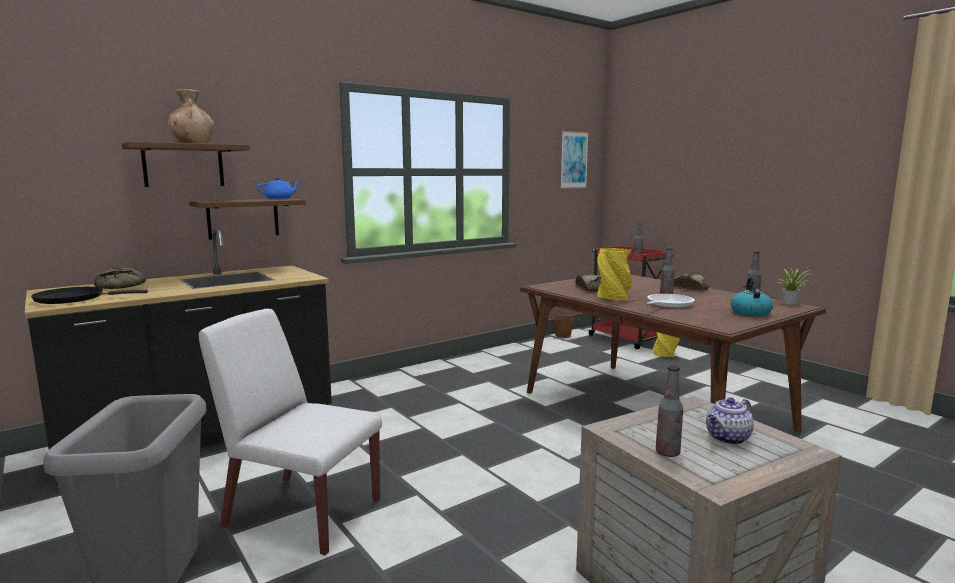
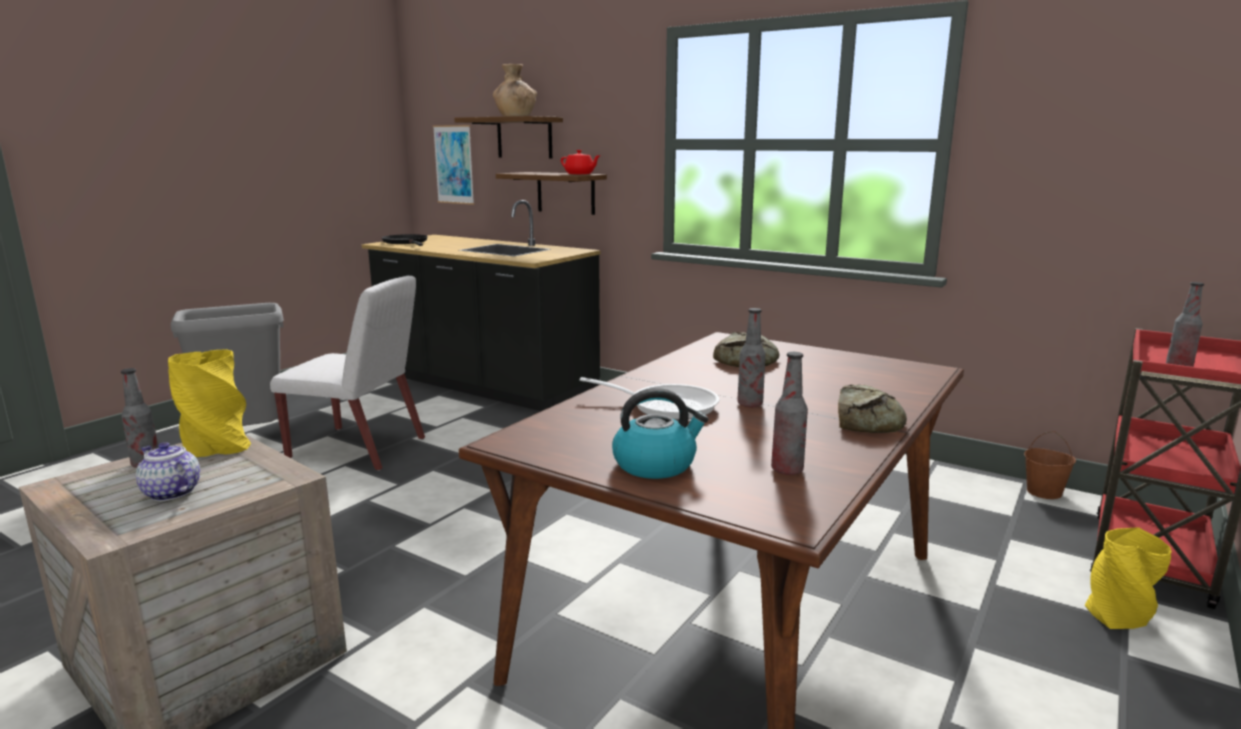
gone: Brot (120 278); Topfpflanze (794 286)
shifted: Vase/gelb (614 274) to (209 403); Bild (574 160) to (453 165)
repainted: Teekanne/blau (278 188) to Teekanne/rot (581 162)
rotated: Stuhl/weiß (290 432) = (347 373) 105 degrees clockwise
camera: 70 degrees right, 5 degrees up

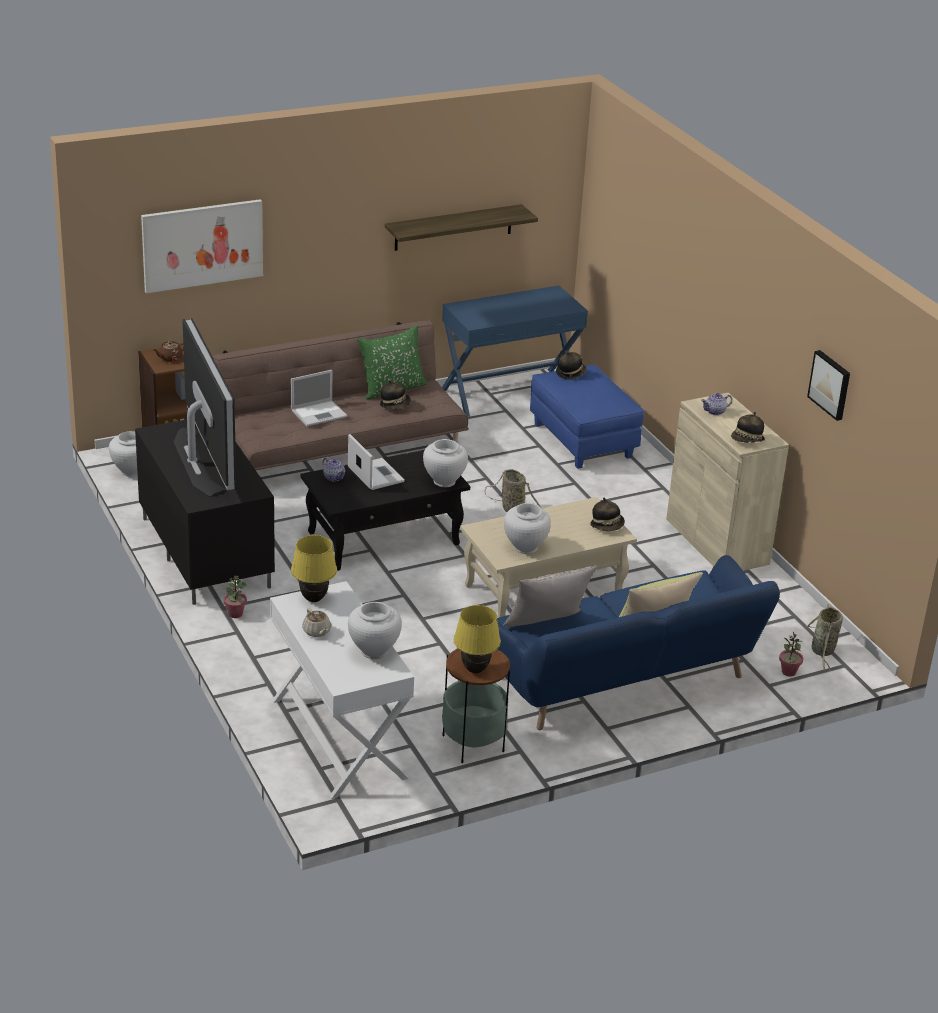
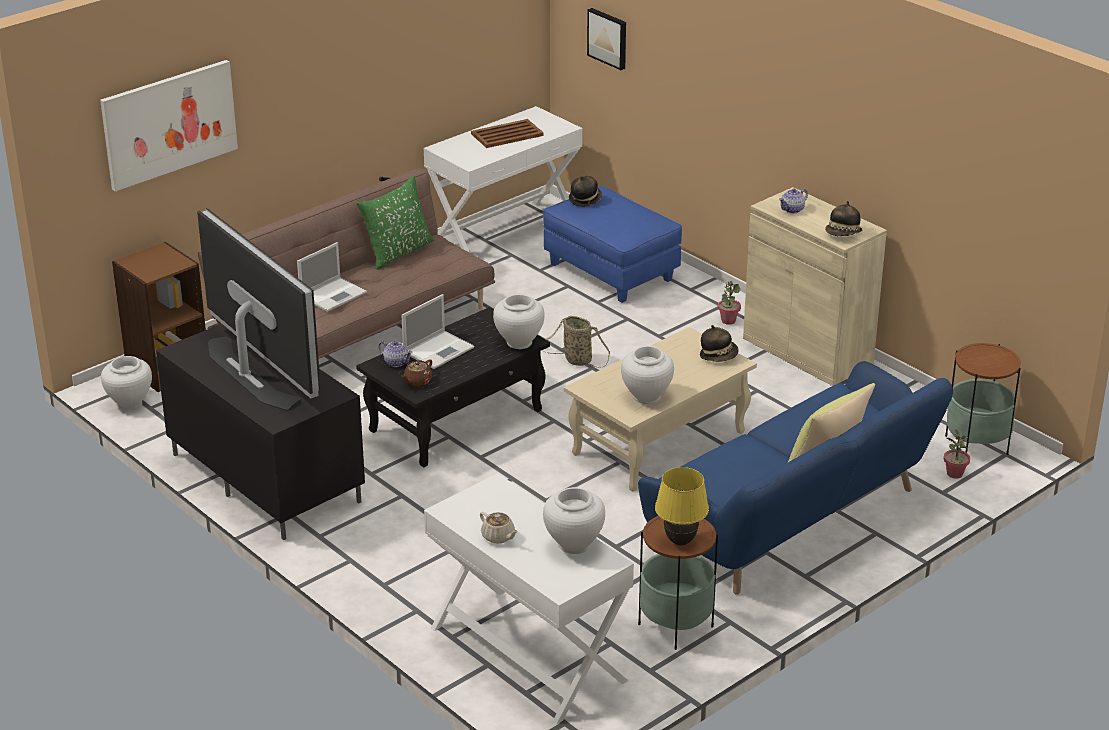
gone: Tischlampe/gelb (314 568); Hut (395 394); Wandregal (461 227); Kissen/grau (550 596)
new: Tablett/braun (507 133)
shifted: Teekanne/braun (168 351) to (417 372); Bild (828 385) to (606 39); Topfpflanze (235 596) to (729 303)
swapped: Korb (824 638) to Beistelltisch (983 399)
repainted: Konsolentisch/blau (515 351) to Konsolentisch/weiß (502 179)
rotated: Laptop (376 462) = (437 331) 90 degrees clockwise
camera: 15 degrees left, 0 degrees up

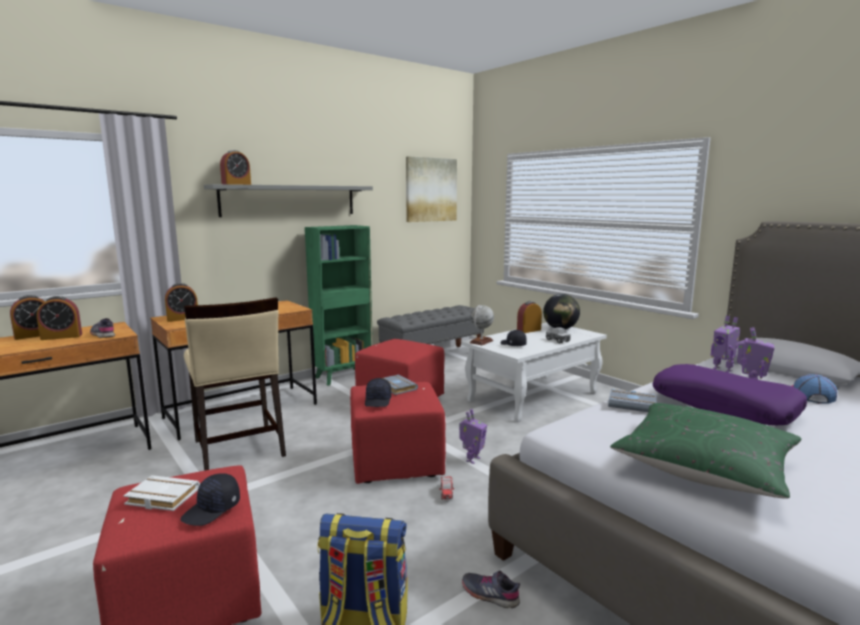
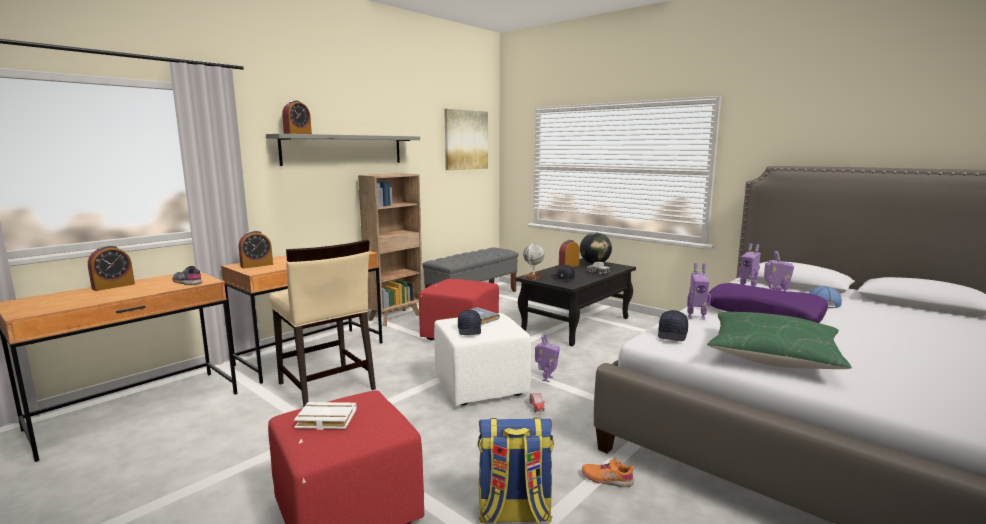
gone: Wecker (59 318)
shifted: Kappe/schwarz (210 499) to (673 325)
swapped: Buch/grau (632 400) to Spielzeugroboter (699 291)
repainted: Bücherregal/grün (339 305) to Bücherregal/braun (390 249); Polsterhocker/rot (398 433) to Polsterhocker/weiß (482 359); Couchtisch/weiß (534 372) to Couchtisch/schwarz (575 302); Schuh/grau (491 589) to Schuh/orange (608 472)
camera: 10 degrees left, 0 degrees up

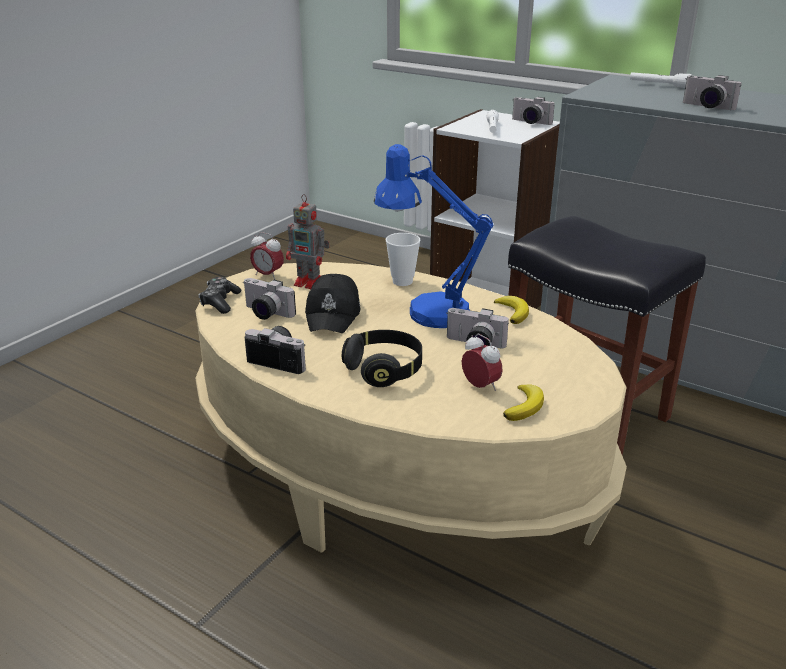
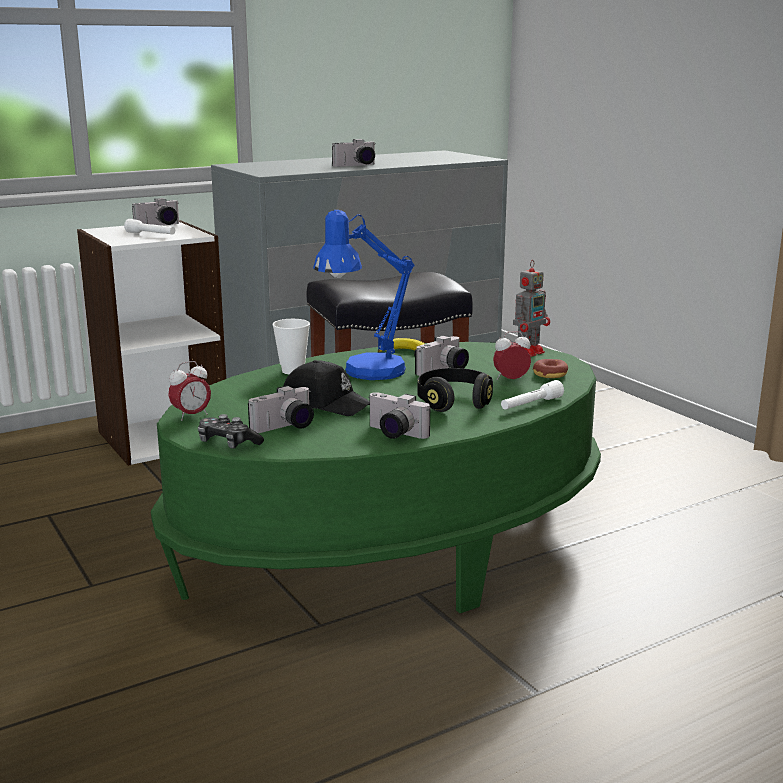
shifted: Taschenlampe/weiß (661 80) to (532 395); Spielzeugroboter (307 241) to (531 308)
swapped: Banane (523 402) to Donut (550 368)
repainted: Couchtisch/beige (411 407) to Couchtisch/grün (376 477)
rotated: Kamera (275 350) = (399 415) 105 degrees counterclockwise
camera: 65 degrees left, 10 degrees down

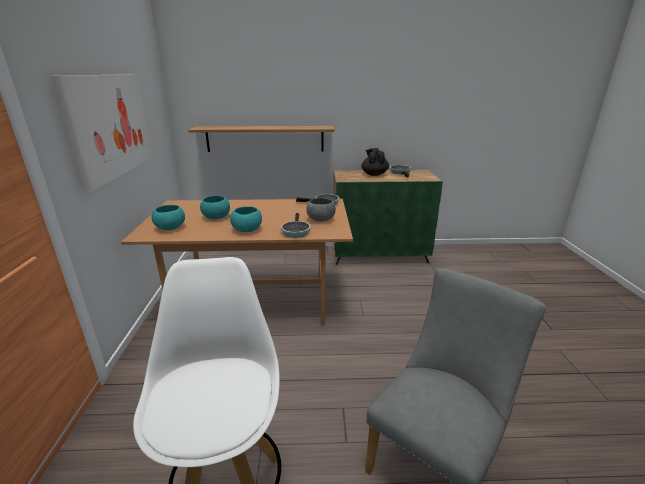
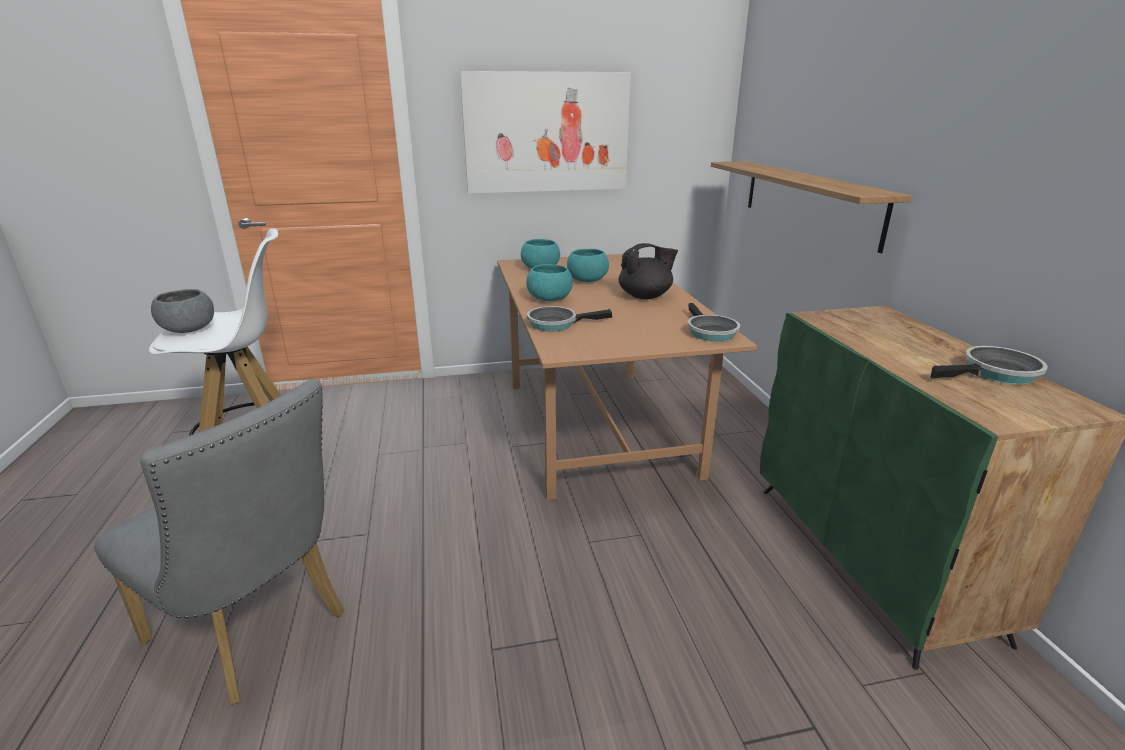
shifted: Schüssel/grau (321 210) to (182 311); Teekanne/schwarz (375 162) to (648 271)
camera: 80 degrees right, 0 degrees up

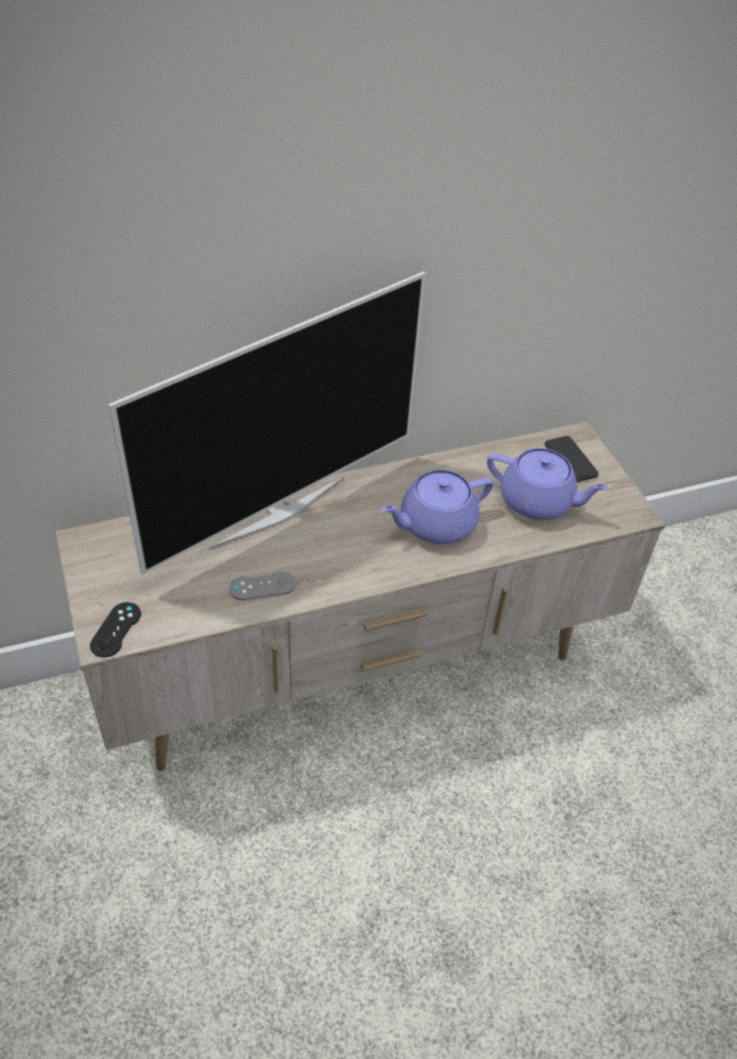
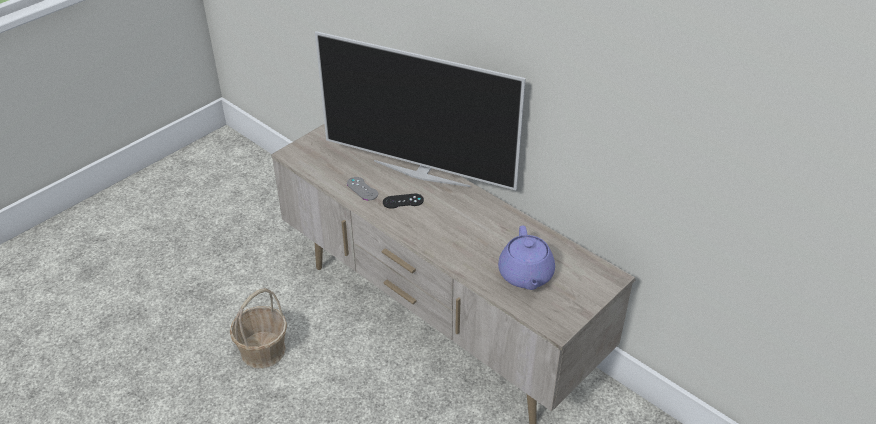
gone: Teekanne/lila (437 507); Handy (571 459)
new: Korb (258 328)
shifted: Gamepad/schwarz (115 629) to (403 201)
camera: 65 degrees right, 5 degrees down

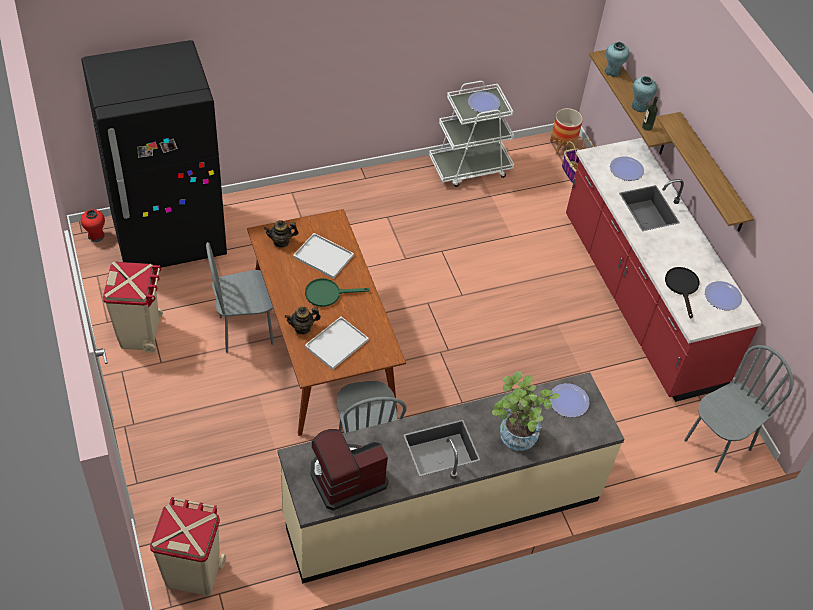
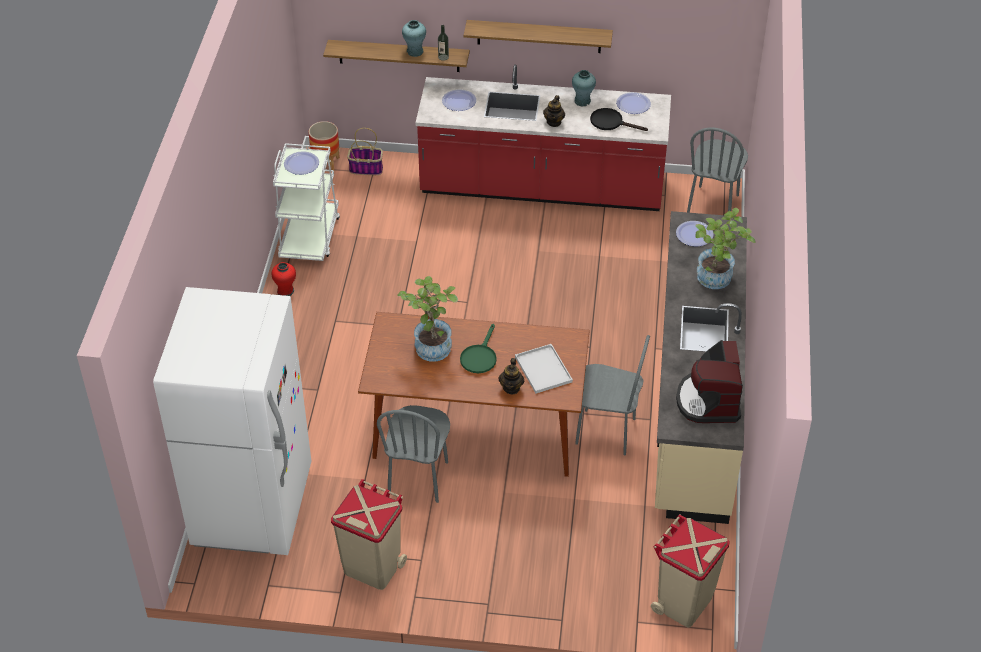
shifted: Vase/rot (93 225) to (284 279); Teekanne (281 234) to (554 111); Vase/türkis (617 59) to (584 88)
swapped: Tablett/weiß (323 256) to Topfpflanze (427 318)
repainted: Kühlschrank/schwarz (154 154) to Kühlschrank/weiß (232 421)
rotated: Stuhl/grau (738 409) = (717 170) 150 degrees counterclockwise
camera: 60 degrees left, 5 degrees down

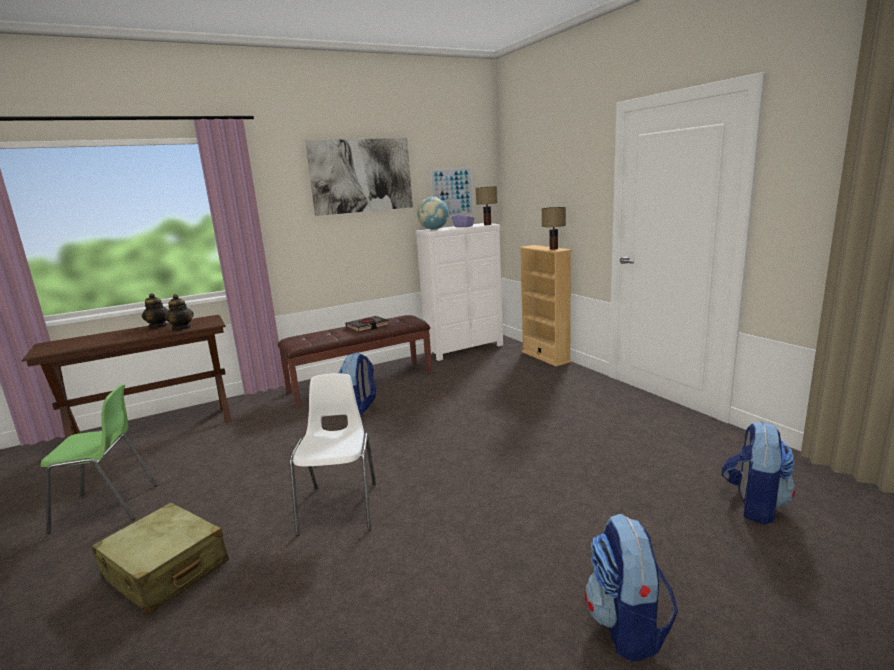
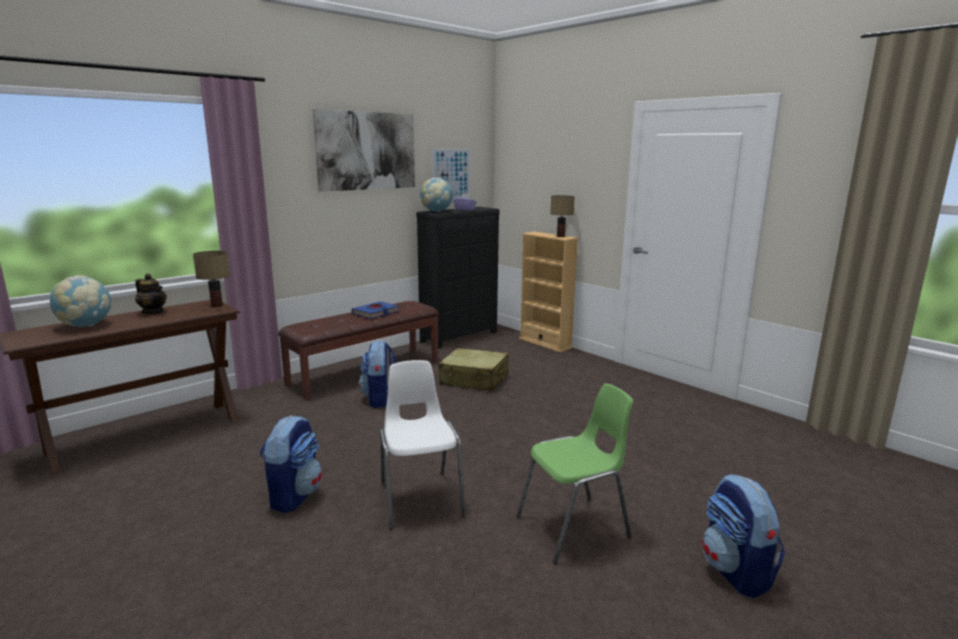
gone: Teekanne (179 312)
new: Globus (81 301)
shifted: Tischlampe (487 205) to (211 279); Rucksack (758 472) to (291 464); Koffer/beige (160 558) to (473 369); Stuhl/grün (98 459) to (574 473)
repainted: Buch/schwarz (367 324) to Buch/blau (375 310); Kommode/weiß (459 292) to Kommode/schwarz (458 278)
camera: 15 degrees left, 0 degrees up

